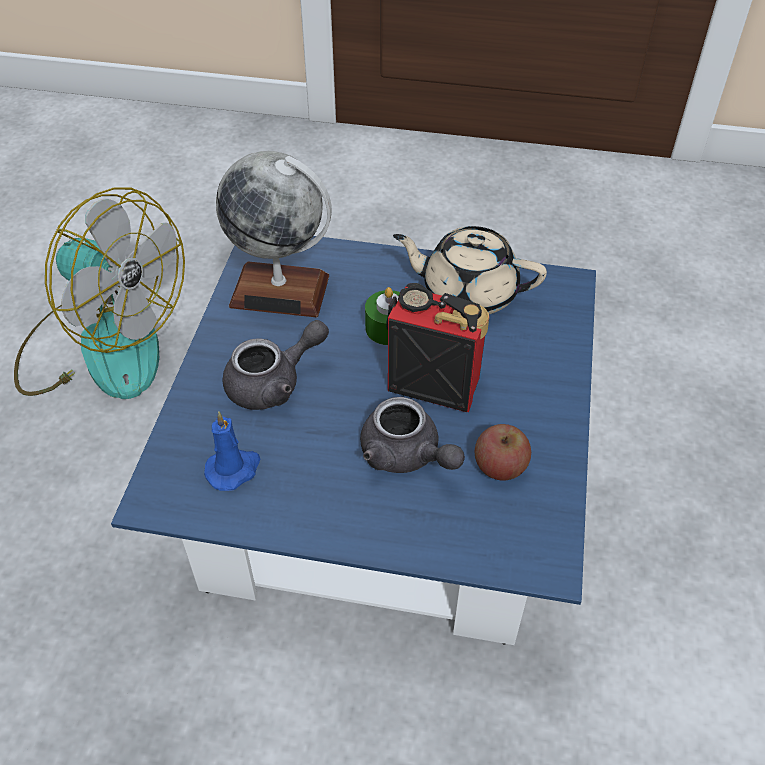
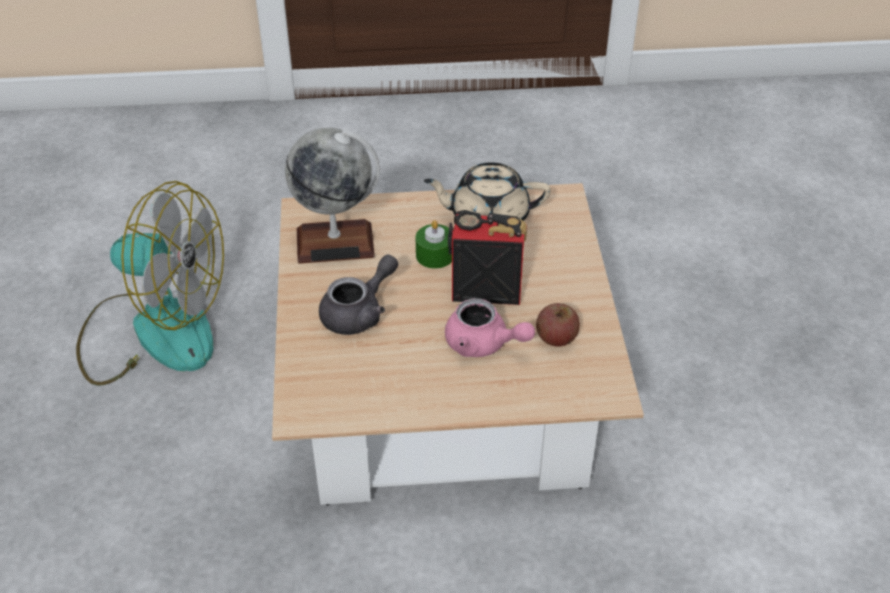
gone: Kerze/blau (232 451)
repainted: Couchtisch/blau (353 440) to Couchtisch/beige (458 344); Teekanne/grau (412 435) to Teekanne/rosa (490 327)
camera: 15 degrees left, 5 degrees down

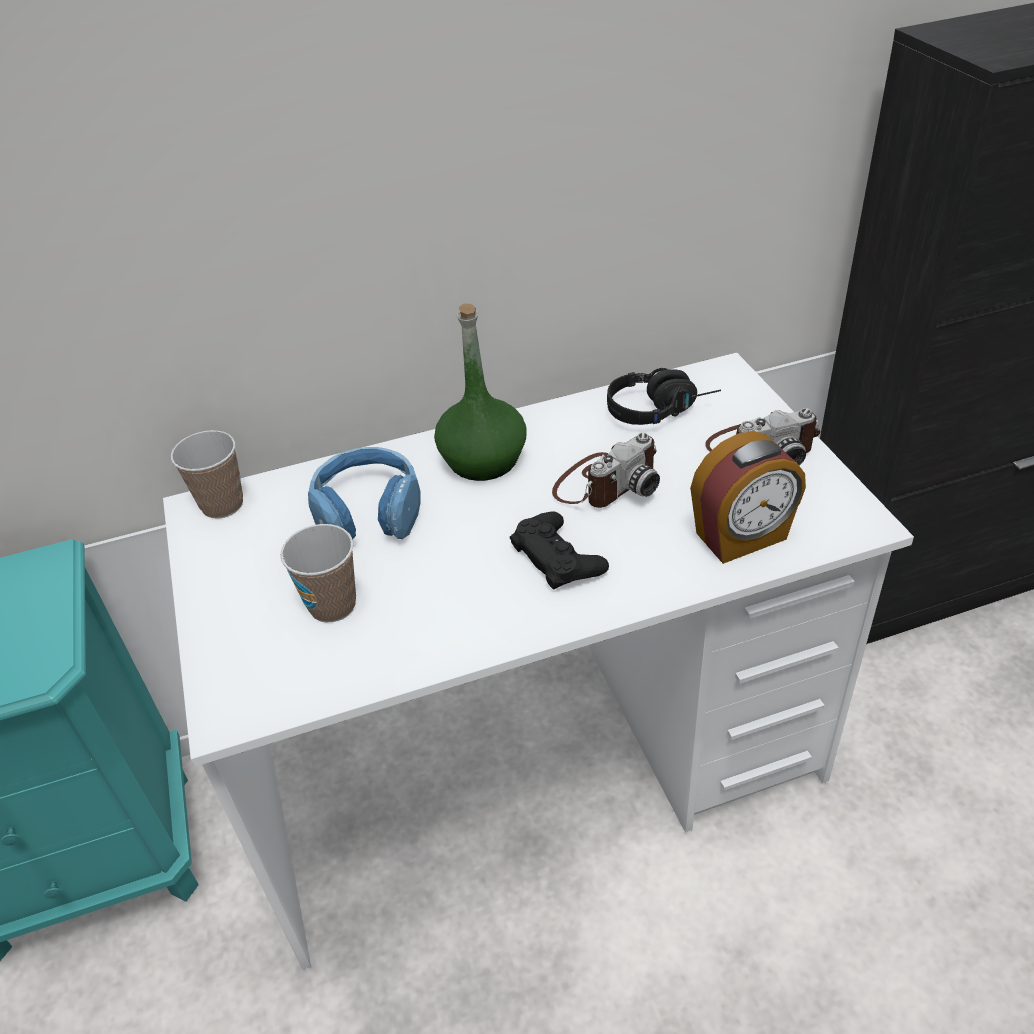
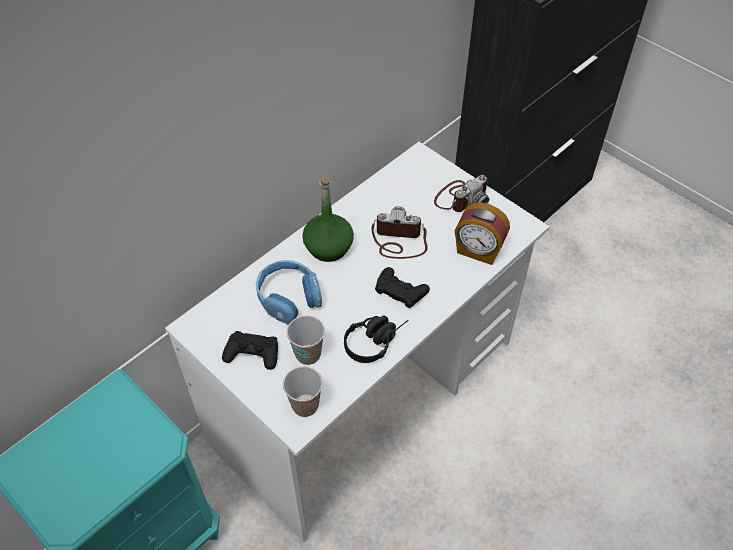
new: Gamepad/schwarz (250 350)
shifted: Tasse (207 474) to (303 391); Kopfhörer/schwarz (664 396) to (376 339)
rotated: Kamera (606 470) = (400 232) 105 degrees counterclockwise; Wecker (748 497) = (482 233) 75 degrees clockwise
camera: 30 degrees left, 10 degrees up

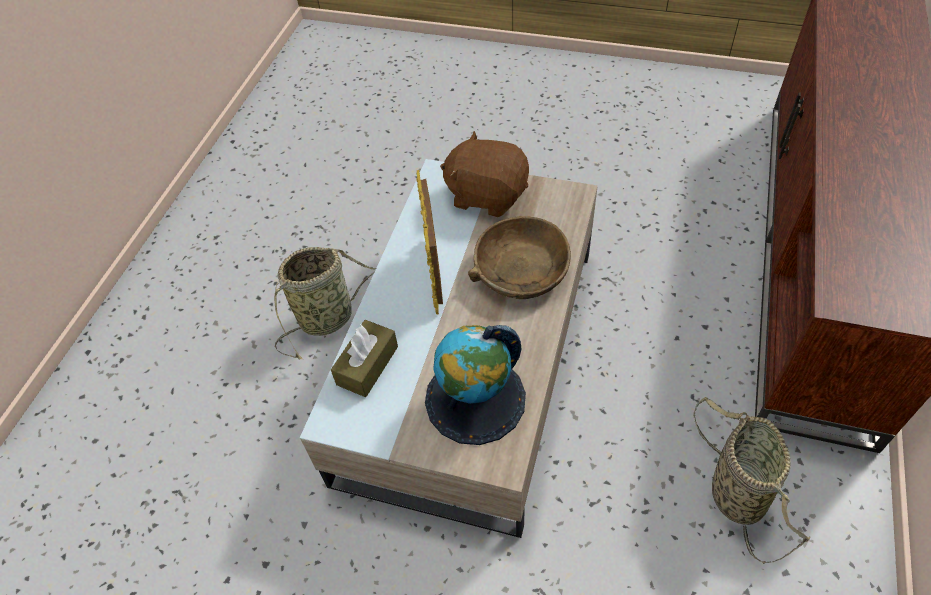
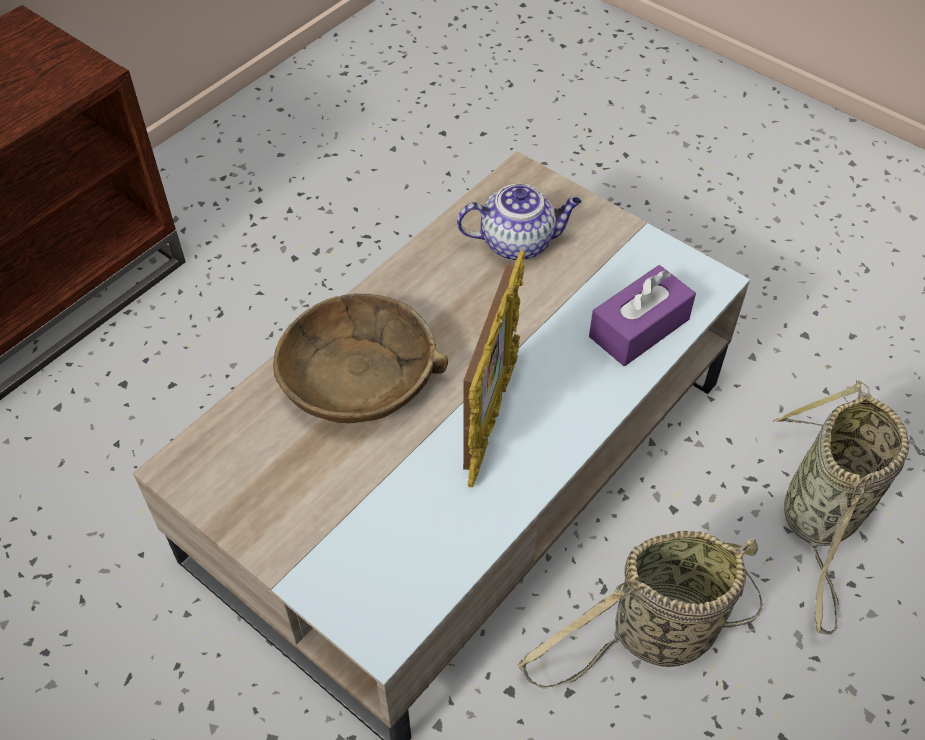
gone: Plüschtier/braun (484 174)
shifted: Korb (752 480) to (841 507)
swapped: Globus (475 385) to Teekanne (519 222)
repainted: Taschentuchbox/braun (364 358) to Taschentuchbox/lila (642 315)
camera: 160 degrees left, 0 degrees up

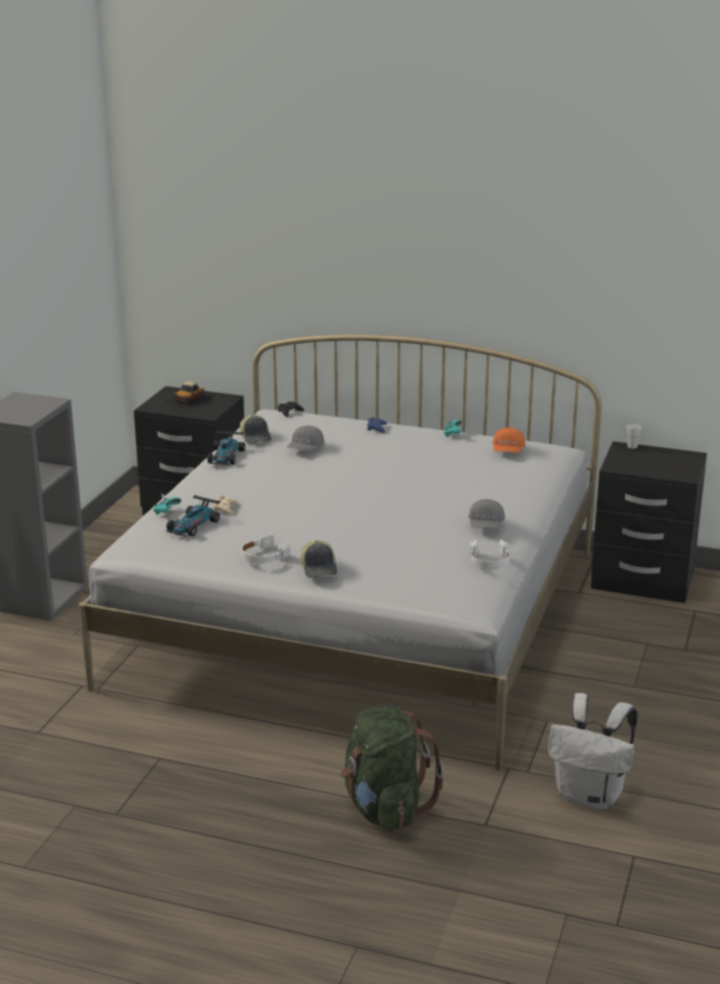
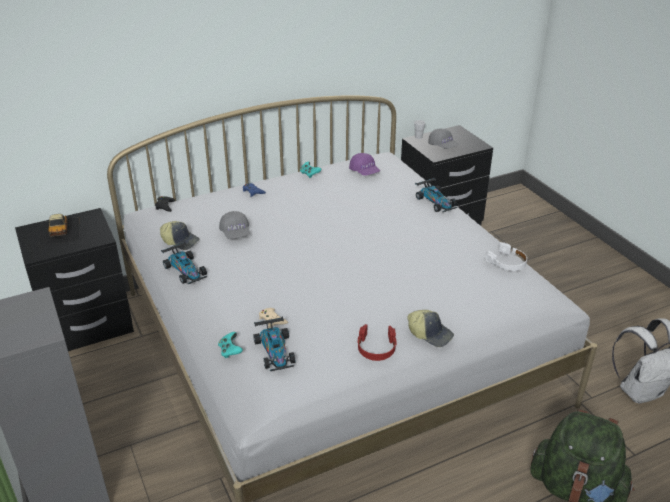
new: Spielzeugauto (436 194)
shifted: Kappe/grau (486 514) to (443 139)
repainted: Kappe/orange (508 440) to Kappe/lila (364 164); Kopfhörer/weiß (266 548) to Kopfhörer/rot (377 342)
camera: 45 degrees left, 10 degrees up

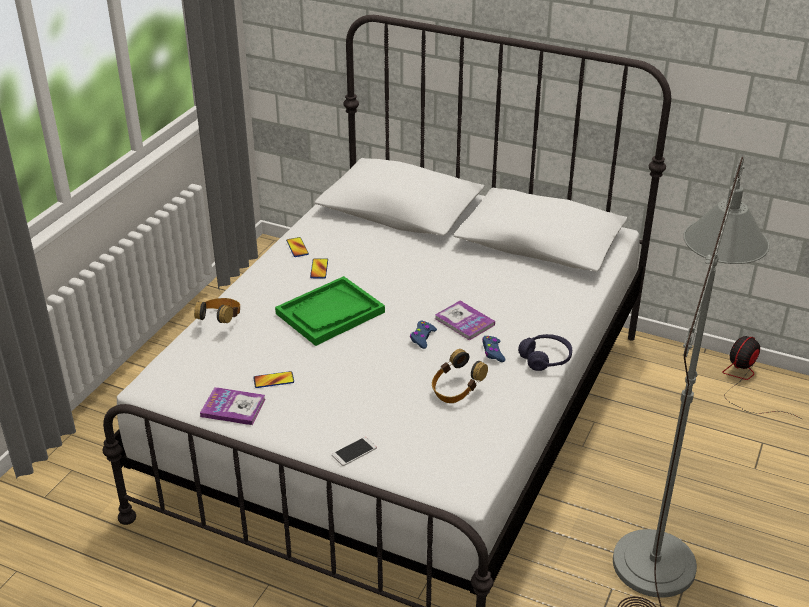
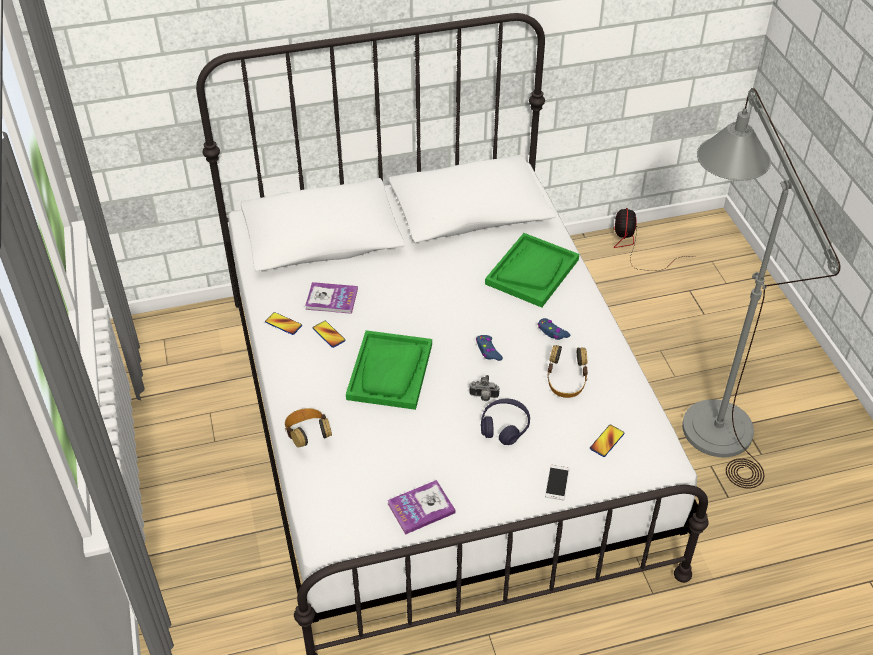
new: Kamera (484 388); Tablett/grün (532 270)
shifted: Buch (465 321) to (331 298); Kopfhörer/lila (545 352) to (505 422); Handy (273 379) to (607 441)
camera: 40 degrees left, 10 degrees up

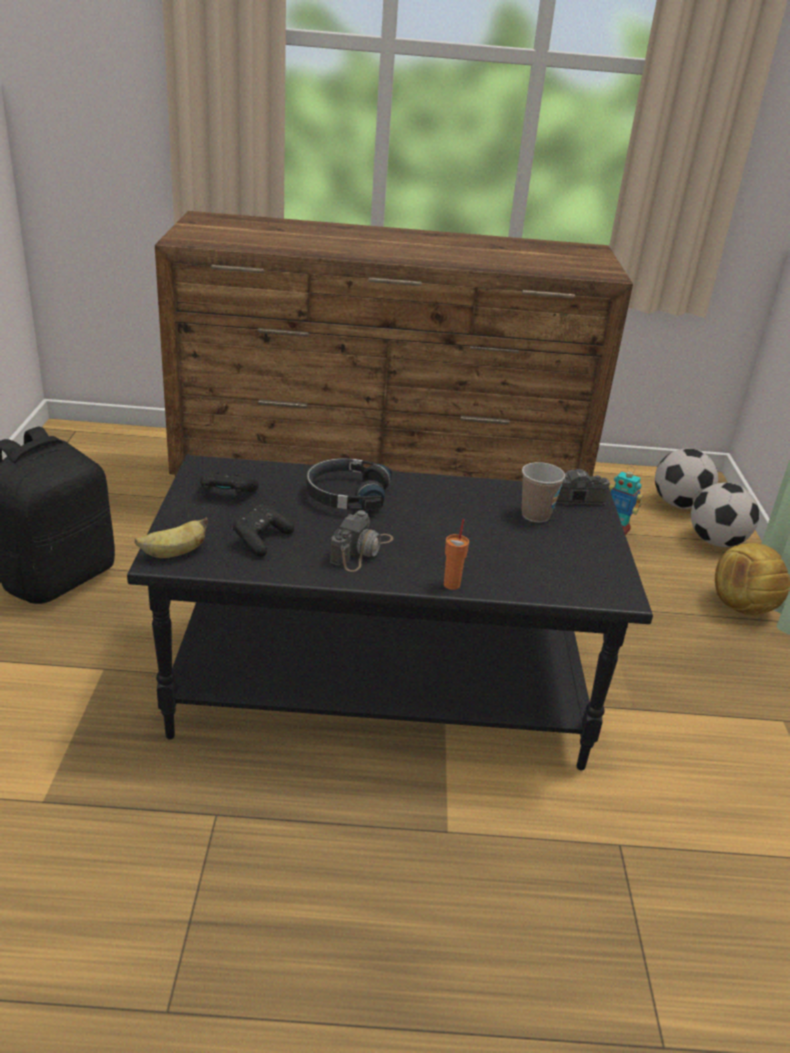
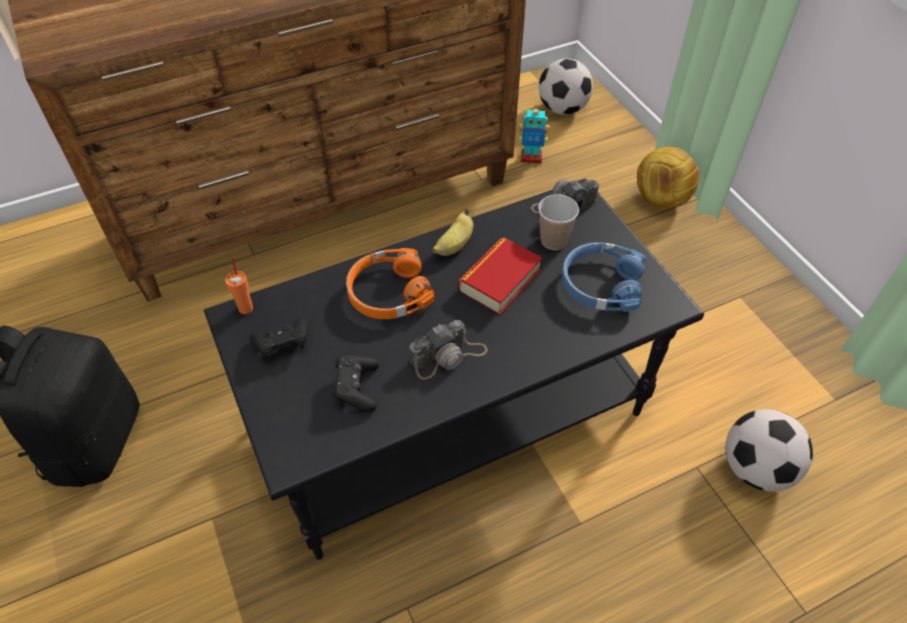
new: Buch (500 276); Kopfhörer/blau (604 277)
shifted: Tasse/orange (456 554) to (239 286); Banane (171 538) to (453 232); Fußball (725 514) to (769 450)
repainted: Kopfhörer/schwarz (349 484) to Kopfhörer/orange (390 283)
rotated: Kamera (361 541) = (448 350) 60 degrees clockwise
camera: 25 degrees left, 20 degrees up

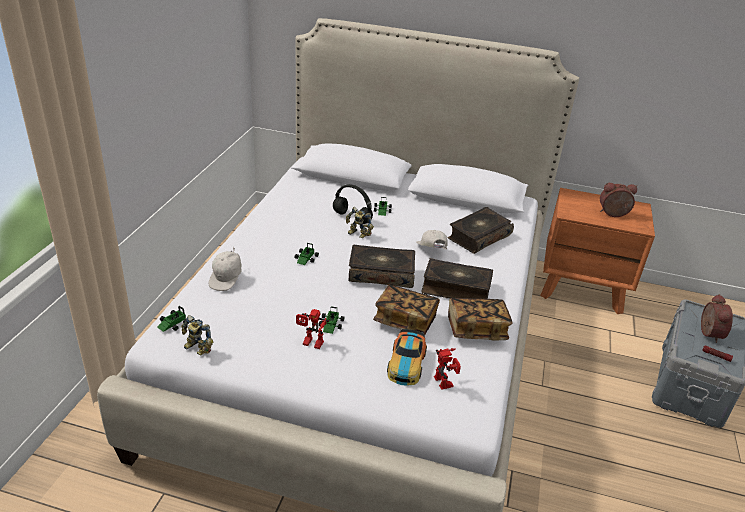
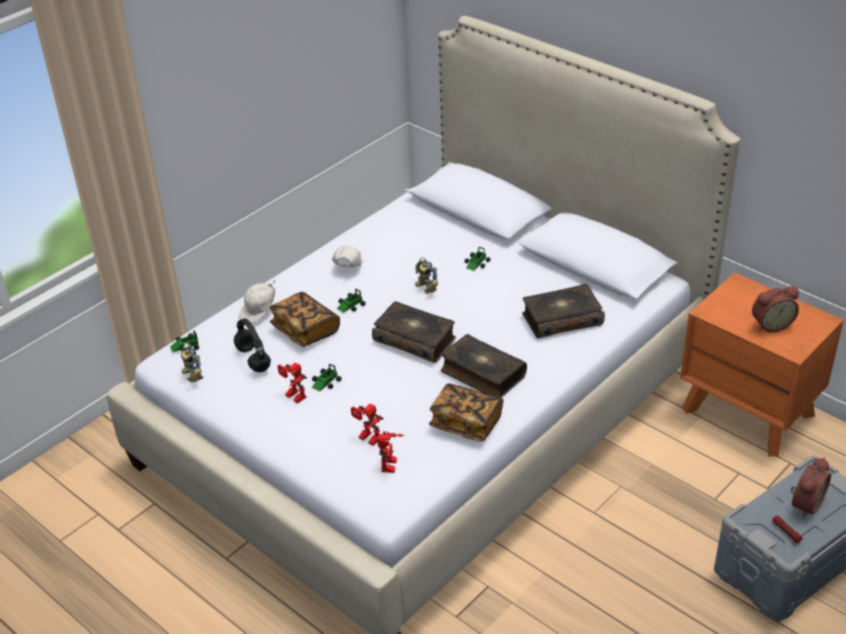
shifted: Kopfhörer/schwarz (353 204) to (252 345); Buch (406 309) to (305 319); Kappe/weiß (432 239) to (347 257)
swapped: Spielzeugauto (407 357) to Spielzeugroboter (367 425)
rotated: Wecker (618 200) = (775 309) 135 degrees clockwise
camera: 30 degrees right, 5 degrees up

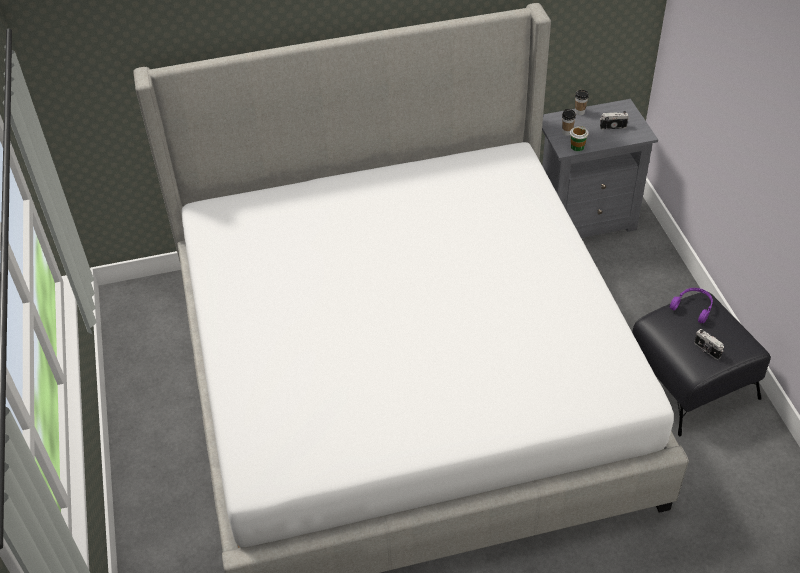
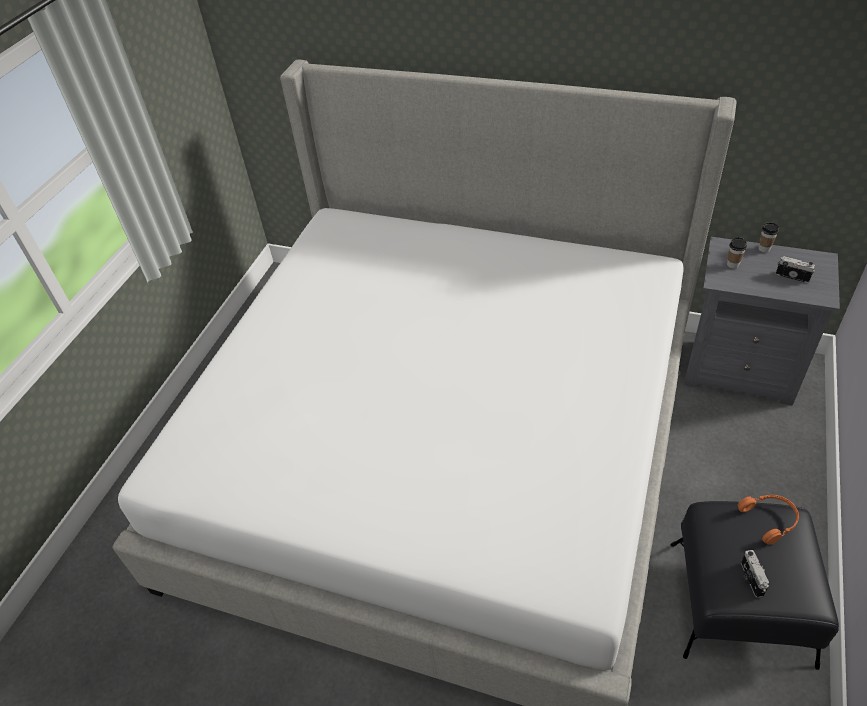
gone: Tasse (579 138)
repainted: Kopfhörer/lila (691 305) to Kopfhörer/orange (768 520)
camera: 35 degrees right, 0 degrees up

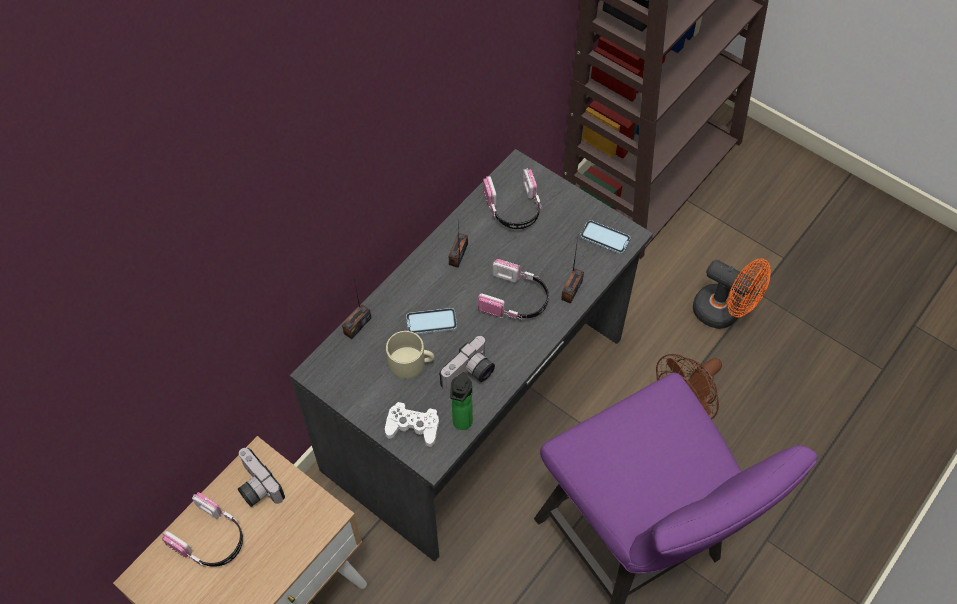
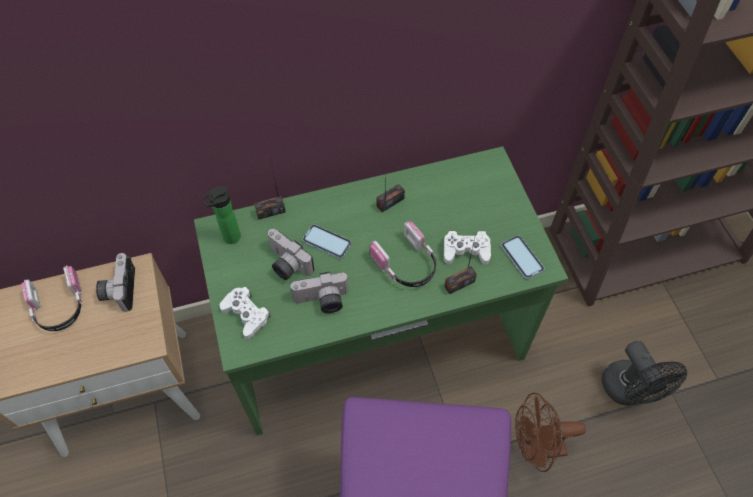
gone: Kopfhörer (512 198)
new: Gamepad/weiß (467 247)
shifted: Flasche (461 401) to (220 215)
swapped: Henkelbecher/beige (410 355) to Kamera (290 254)
repainted: Schreibtisch/grau (471 355) to Schreibtisch/grün (381 291); Ventilator/orange (732 293) to Ventilator/schwarz (644 373)
camera: 35 degrees right, 0 degrees up

